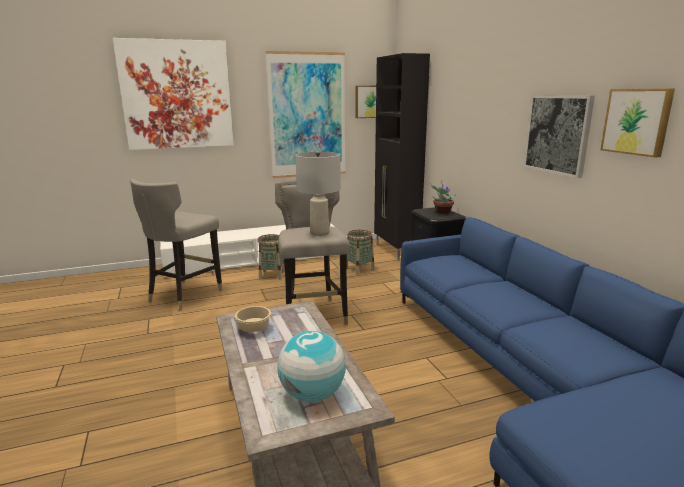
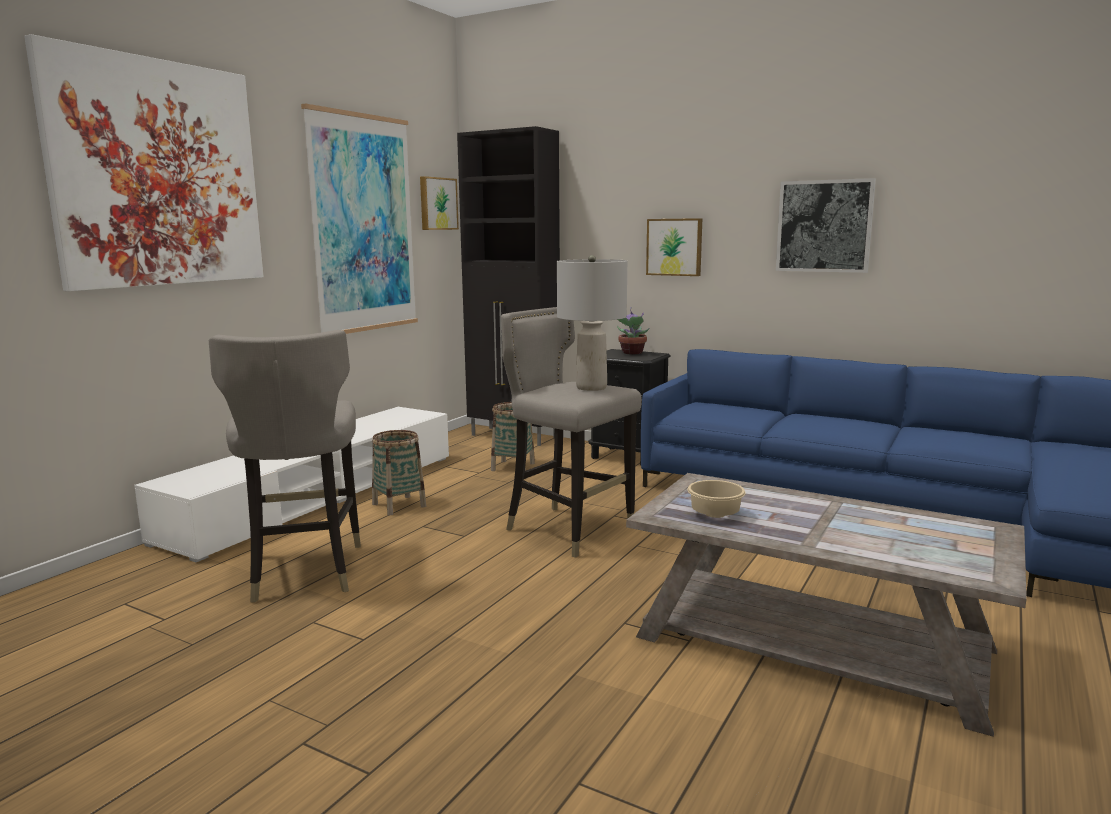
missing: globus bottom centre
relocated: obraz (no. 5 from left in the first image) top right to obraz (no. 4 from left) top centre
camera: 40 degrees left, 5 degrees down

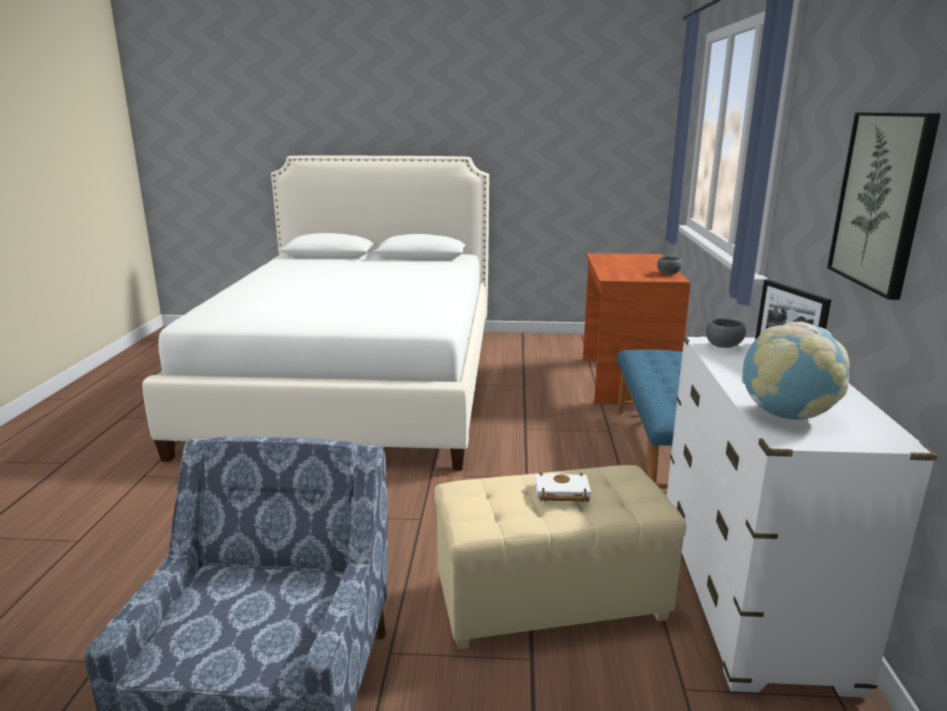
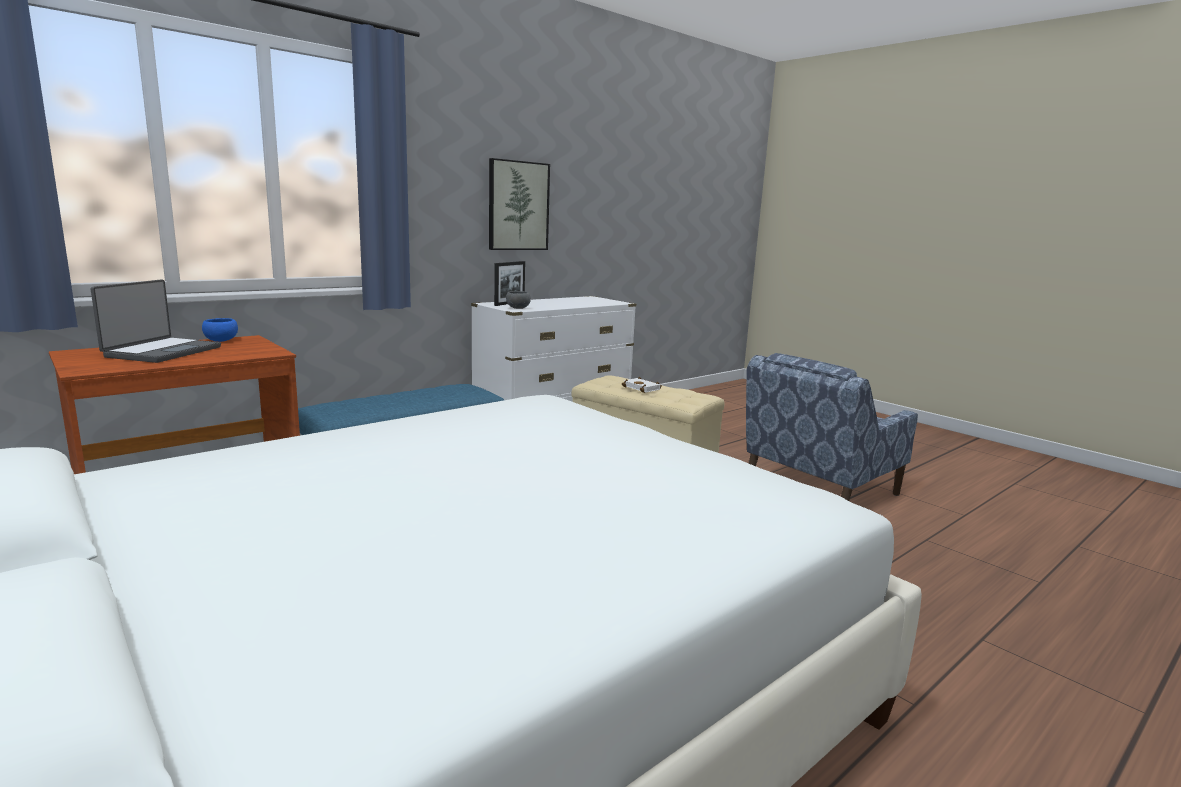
missing: globus middle right
appeared: laptop middle left
colour: miska/szary (no. 1 from left) middle right to miska/niebieski middle left
camera: 135 degrees left, 5 degrees down

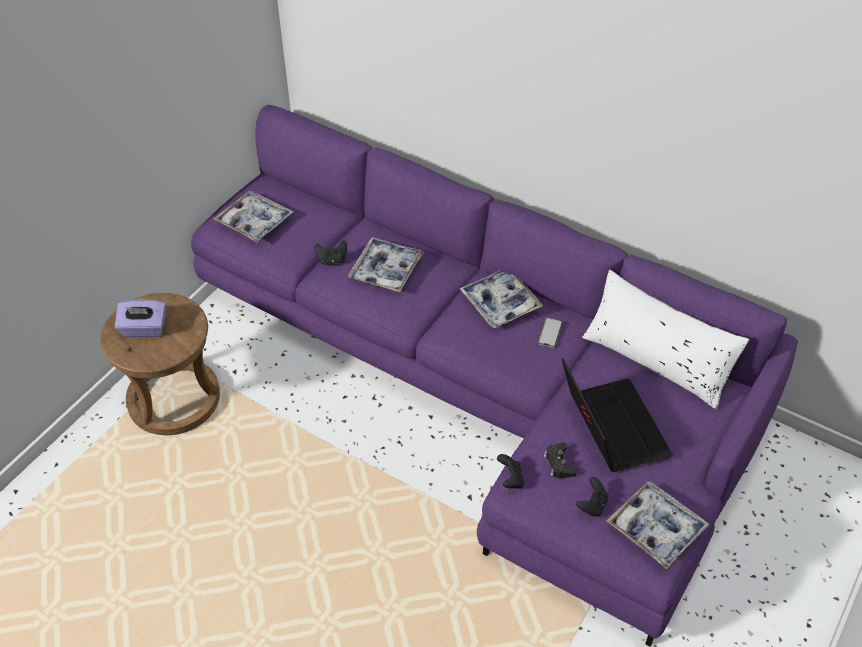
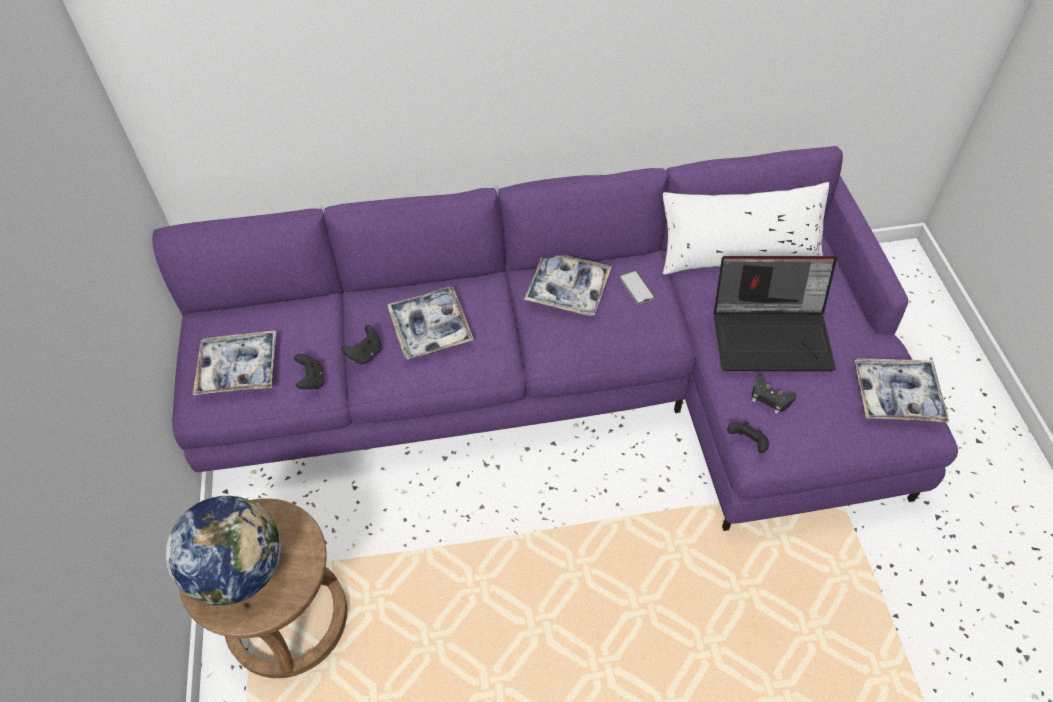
relocated: pad do gier/czarny (no. 4 from left in the first image) bottom right to pad do gier/czarny (no. 1 from left) middle left
exchanged: pudełko chusteczek/fioletowy middle left to globus bottom left
spun: laptop middle right = middle right 150 degrees clockwise
camera: 40 degrees left, 5 degrees up

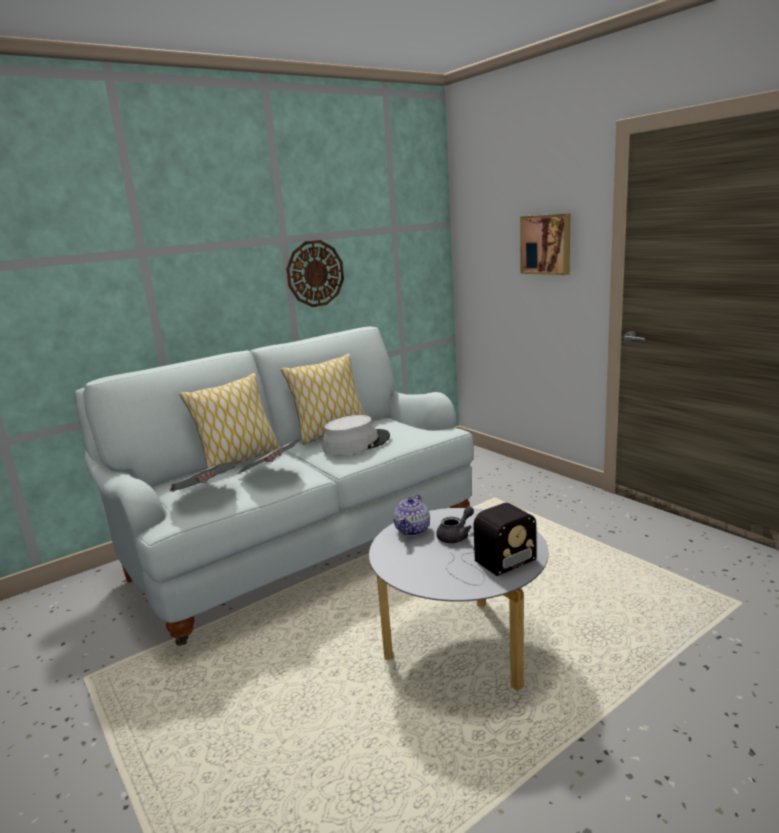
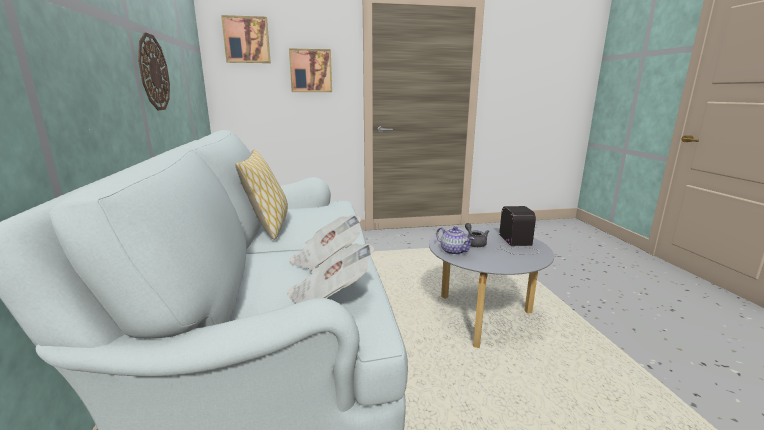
missing: poduszka (no. 1 from left) middle left; kapelusz/szary centre
appeared: obraz (no. 1 from left) top left
camera: 65 degrees left, 0 degrees up

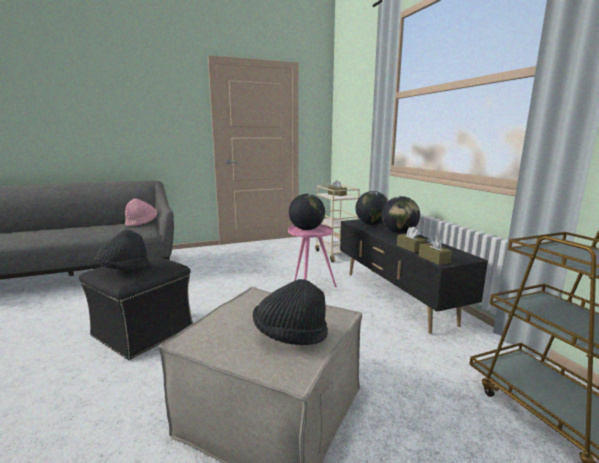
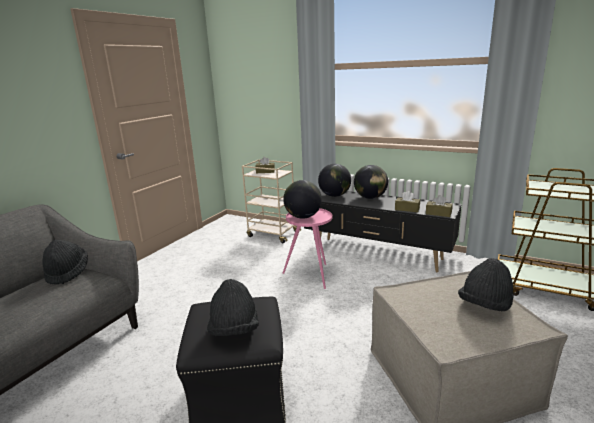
colour: kapelusz/różowy middle left to kapelusz/czarny (no. 1 from left) middle left
camera: 40 degrees left, 5 degrees up

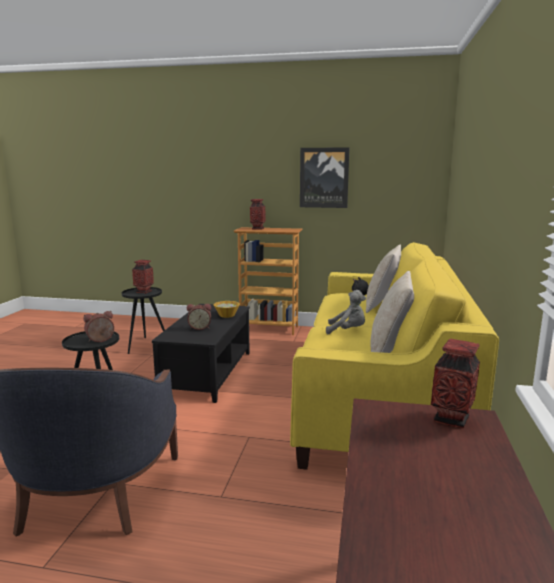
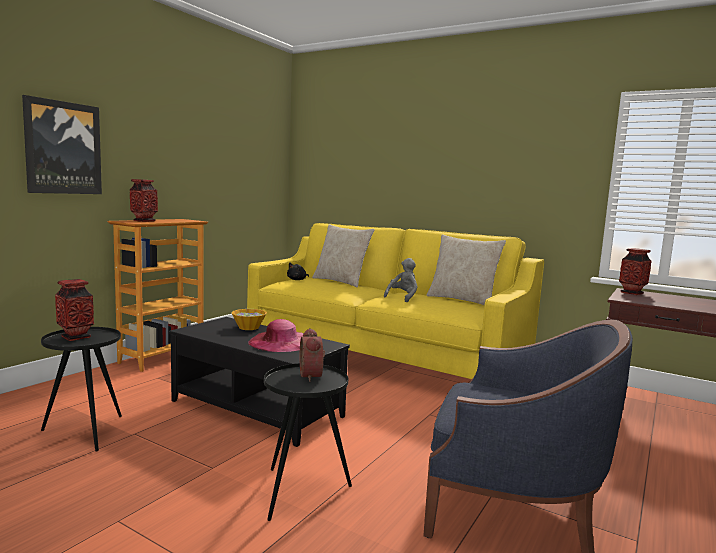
relocated: obraz top centre to top left
exchanged: budzik (no. 2 from left) centre to kapelusz/różowy centre
camera: 70 degrees left, 5 degrees down

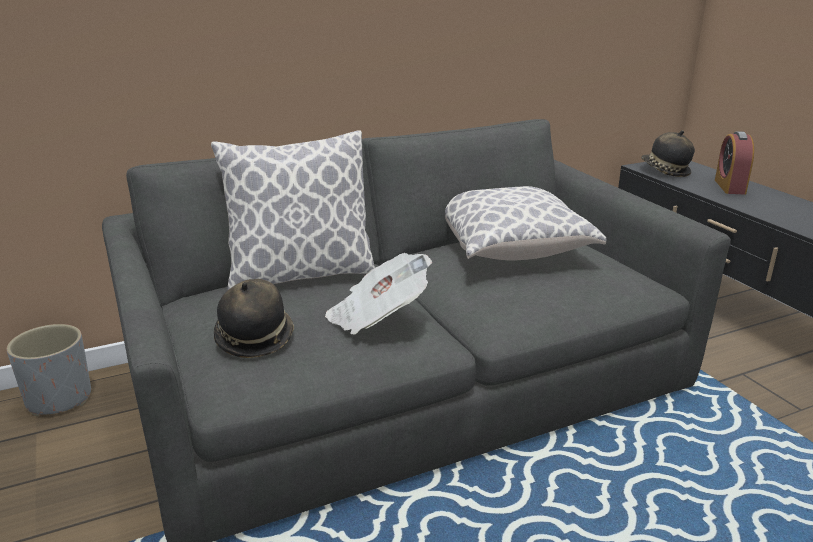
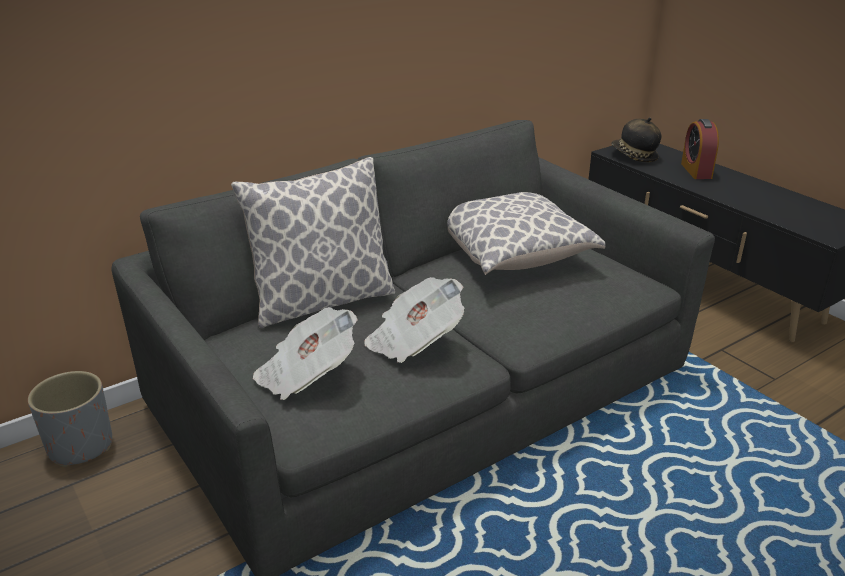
exchanged: kapelusz (no. 1 from left) middle left to gazeta (no. 1 from left) centre
camera: 10 degrees left, 5 degrees up

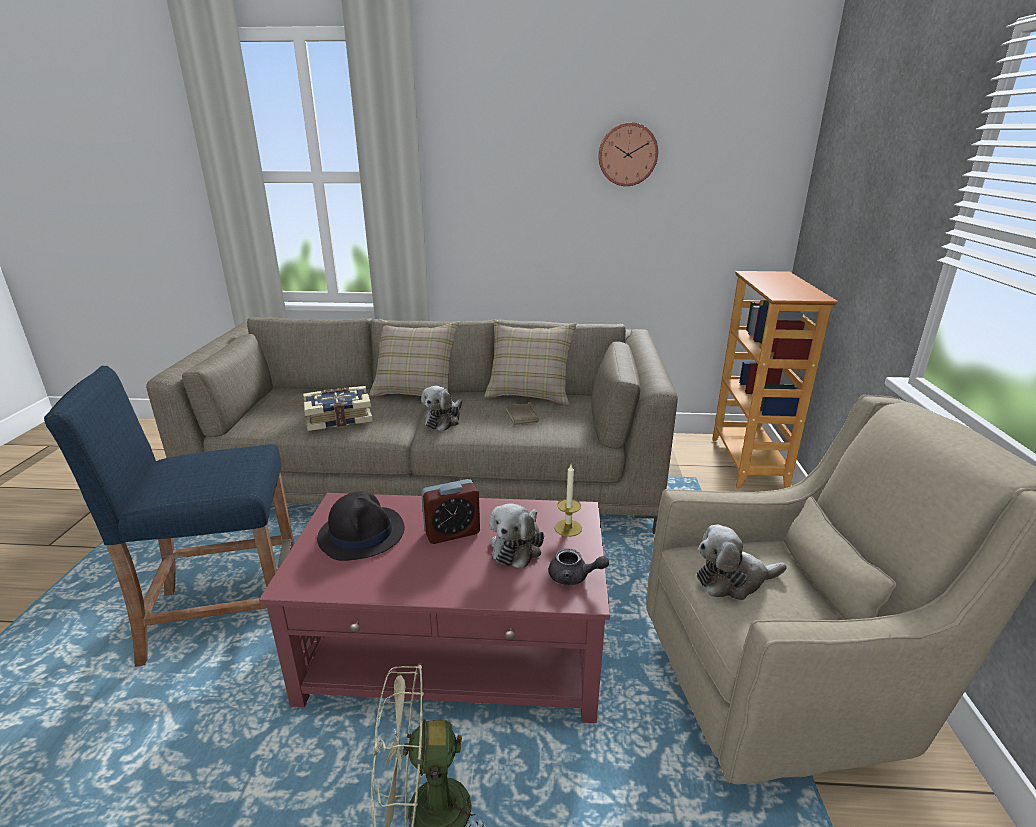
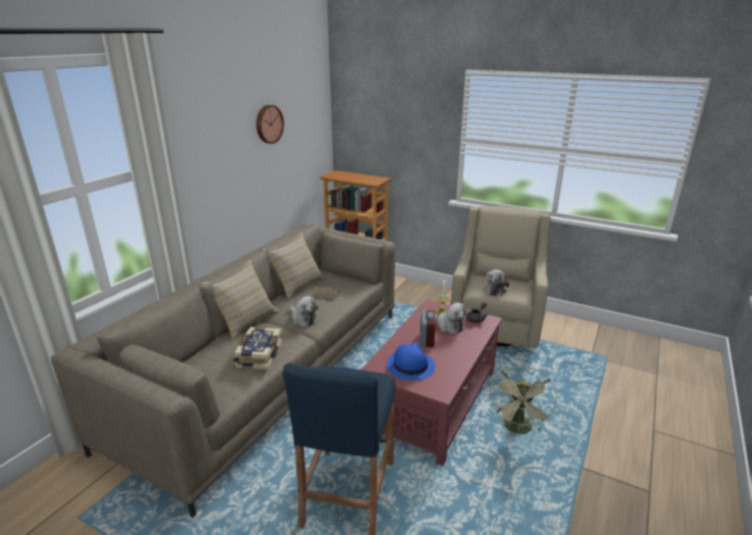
colour: kapelusz/czarny centre to kapelusz/niebieski bottom centre
camera: 65 degrees left, 0 degrees up

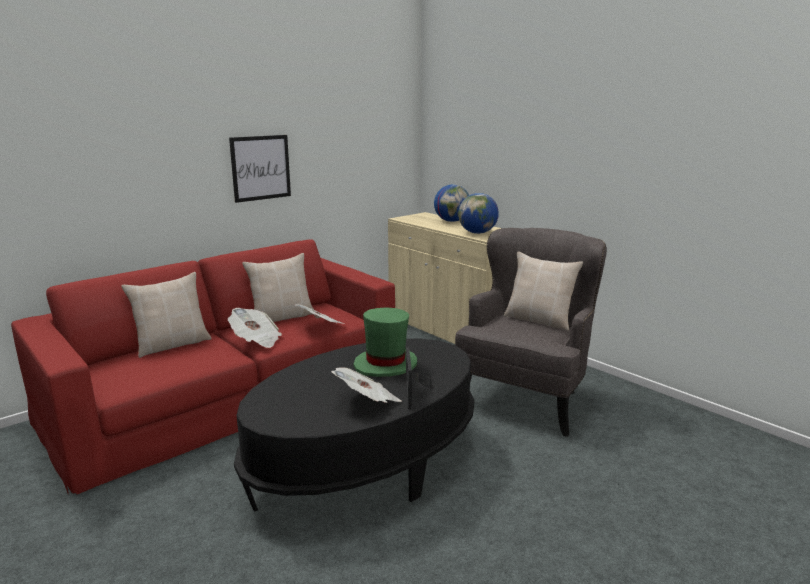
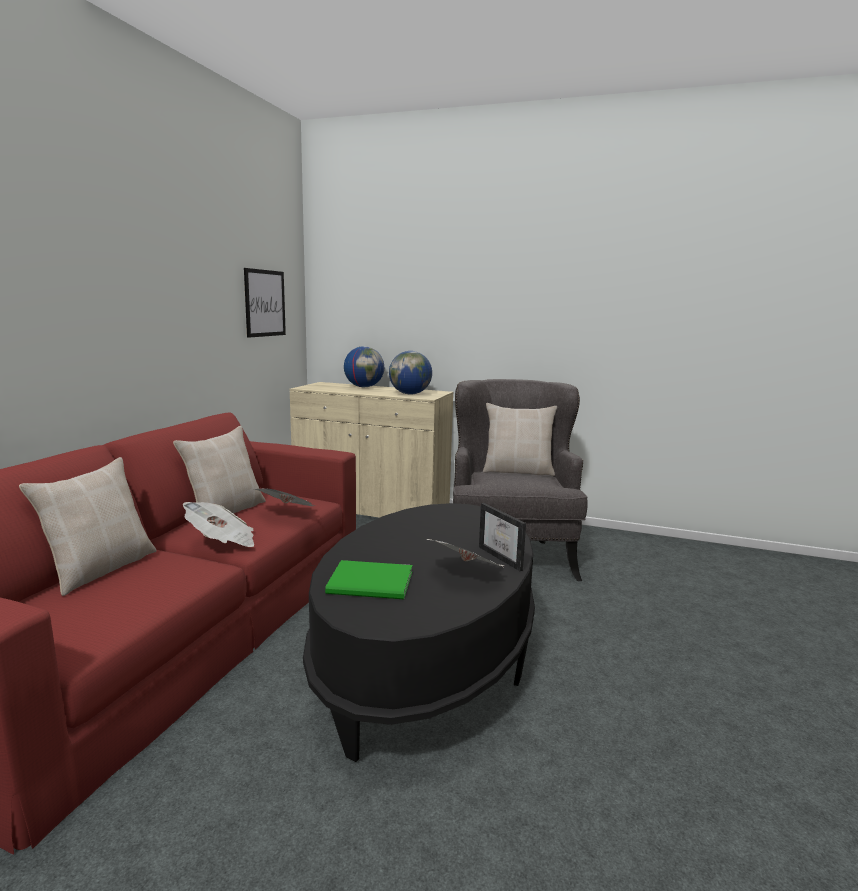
missing: kapelusz/zielony centre
appeared: książka/zielony centre
relocated: obraz top left to middle left
camera: 30 degrees left, 5 degrees down

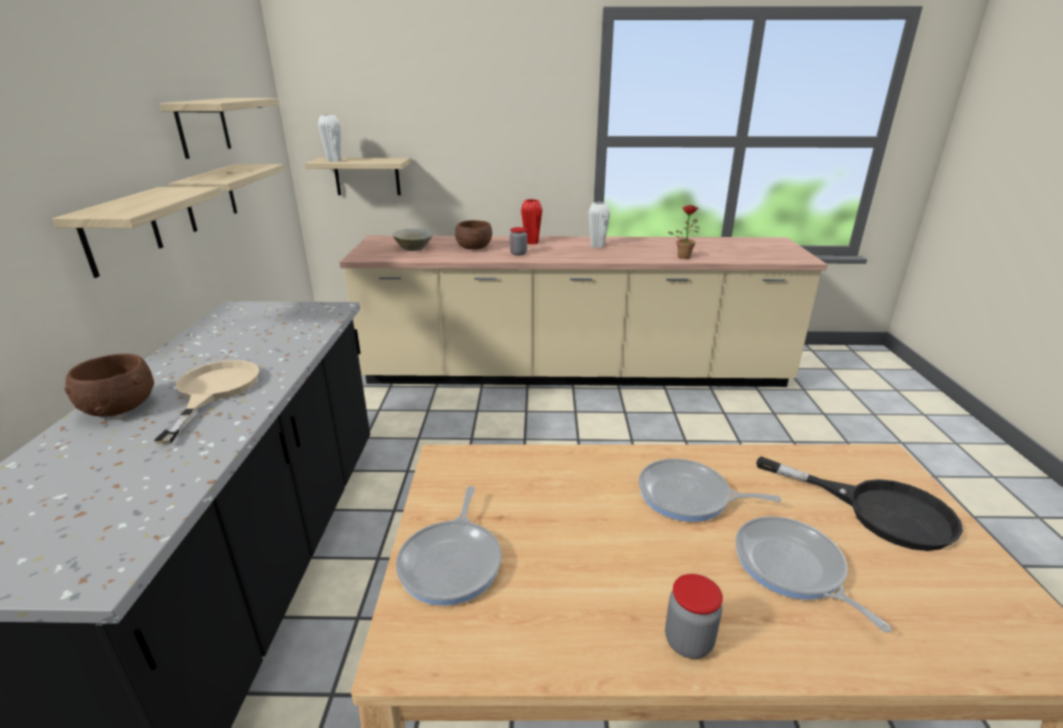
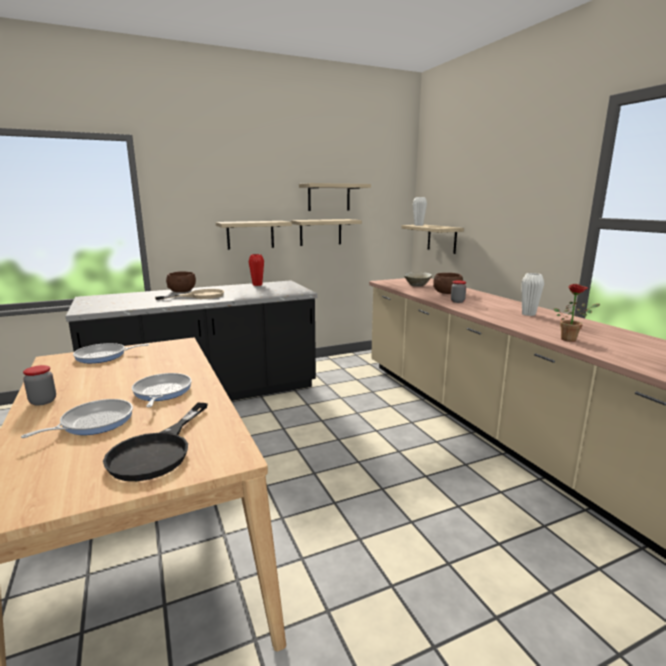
relocated: wazon/czerwony top centre to centre
camera: 65 degrees right, 10 degrees down

